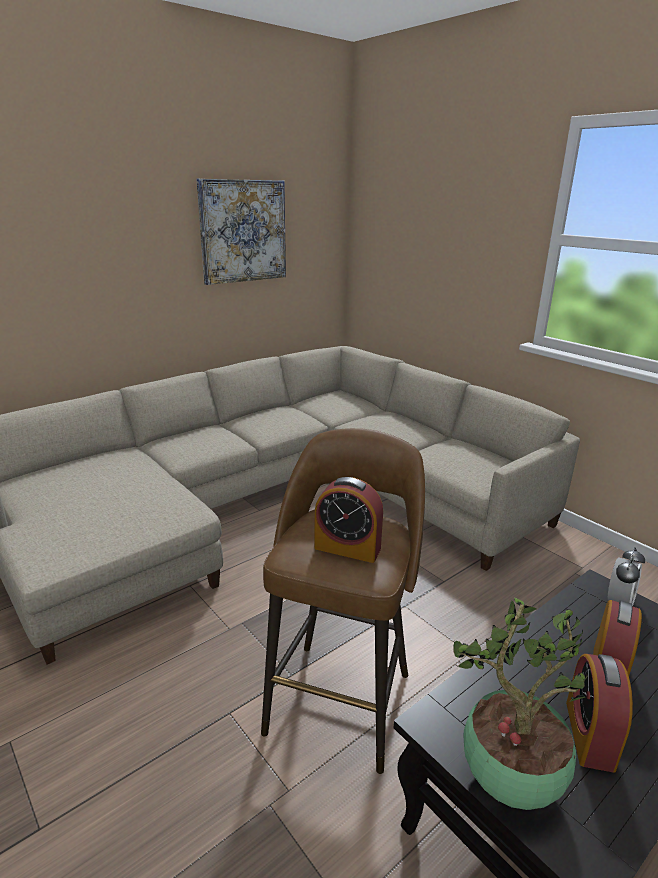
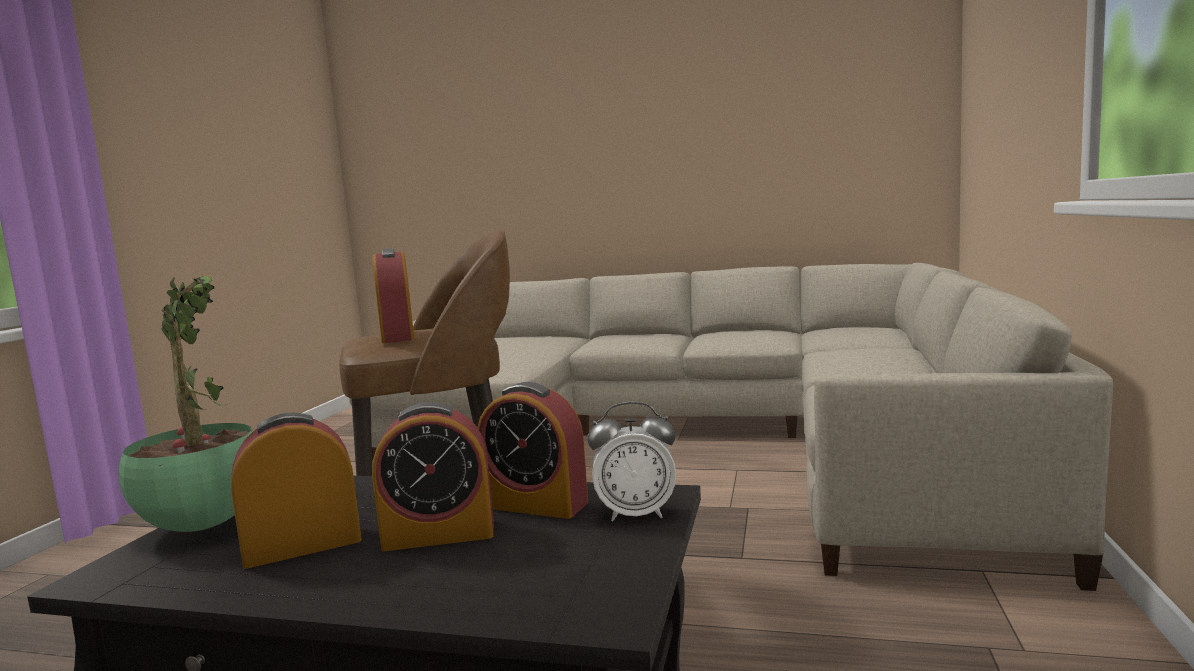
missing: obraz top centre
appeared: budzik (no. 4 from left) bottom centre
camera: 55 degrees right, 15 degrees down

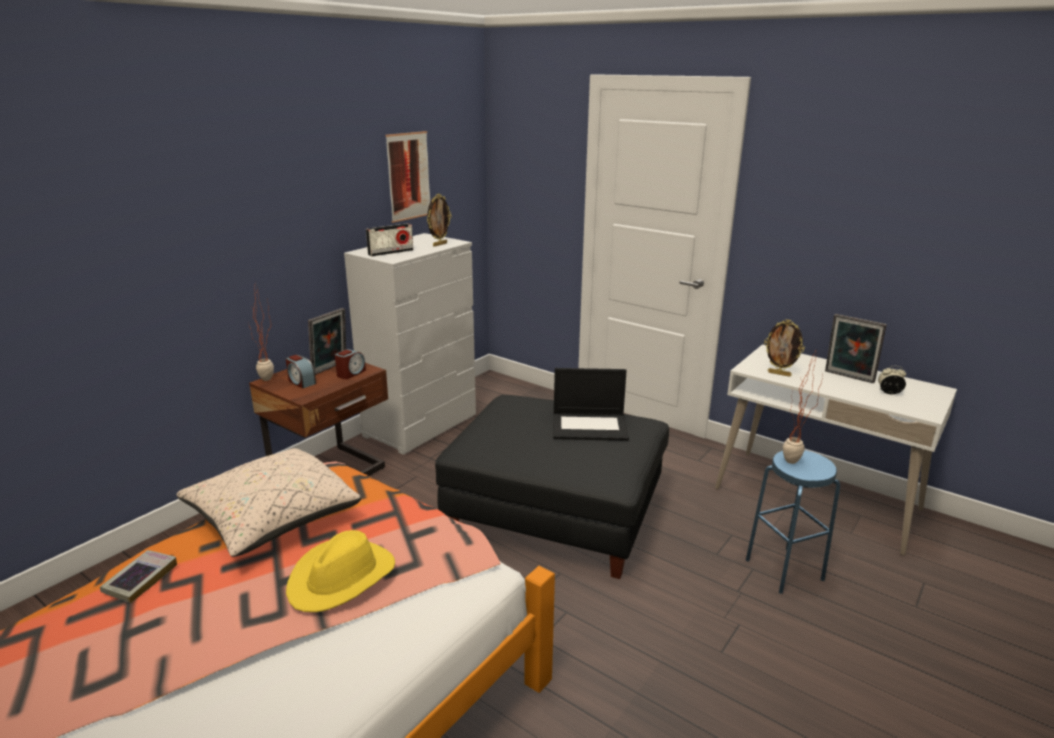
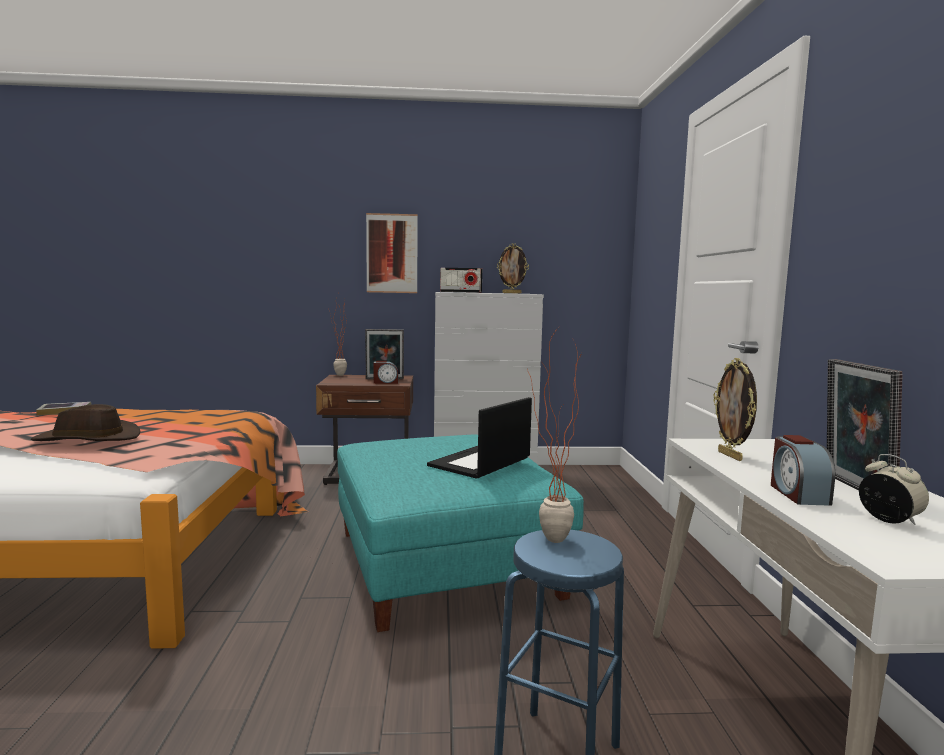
missing: poduszka/beżowy bottom left
relocated: obraz top centre to centre; budzik (no. 1 from left in the first image) middle left to budzik (no. 2 from left) middle right
colour: pufa/czarny centre to pufa/turkusowy bottom centre; kapelusz/żółty bottom left to kapelusz/brązowy middle left
spun: laptop centre = centre 75 degrees clockwise
camera: 50 degrees right, 15 degrees down

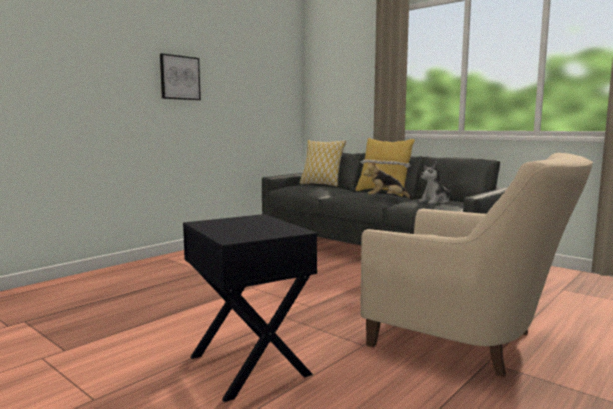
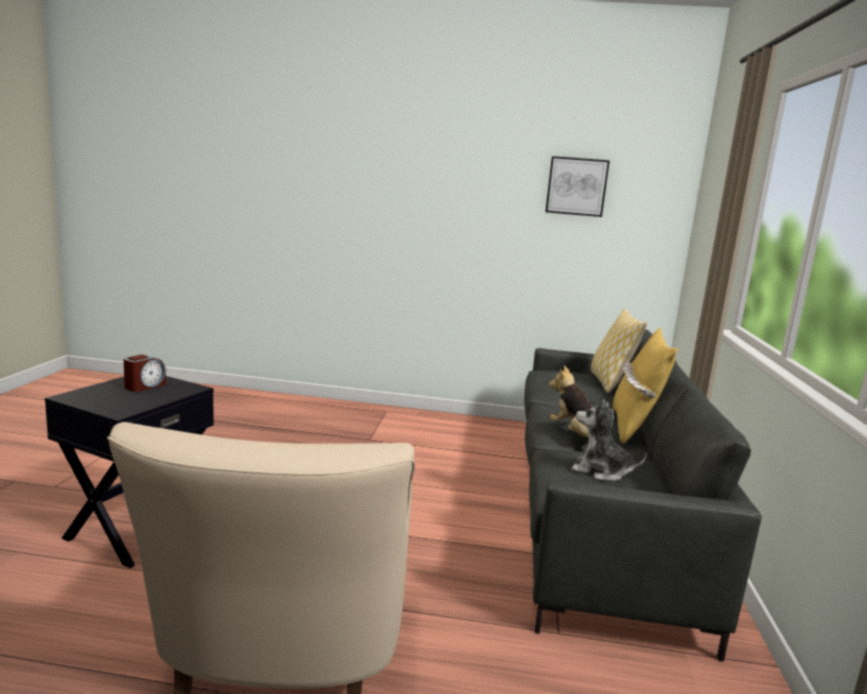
appeared: budzik middle left
relocated: obraz top left to top centre
camera: 55 degrees right, 5 degrees up

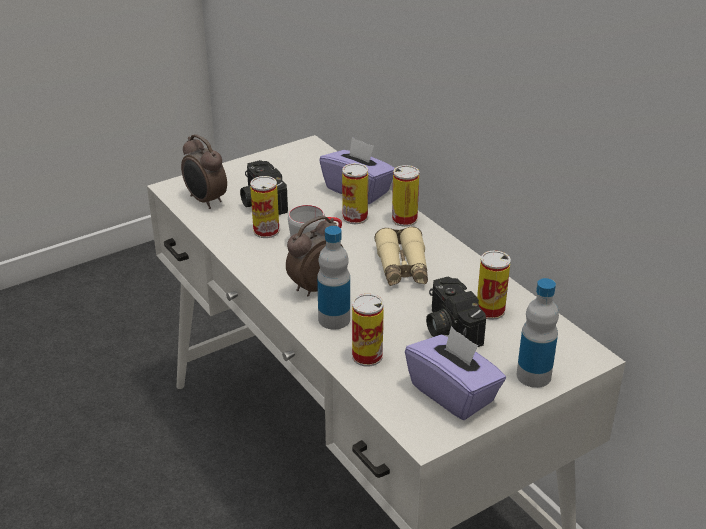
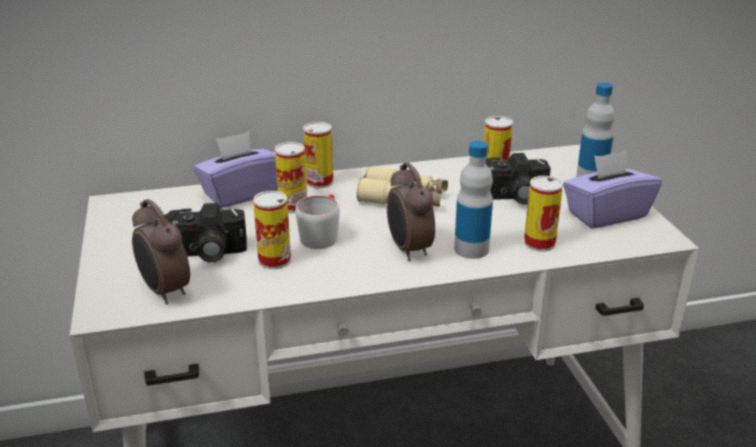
spun: budzik (no. 1 from left) top left = middle left 75 degrees clockwise
camera: 70 degrees left, 5 degrees down

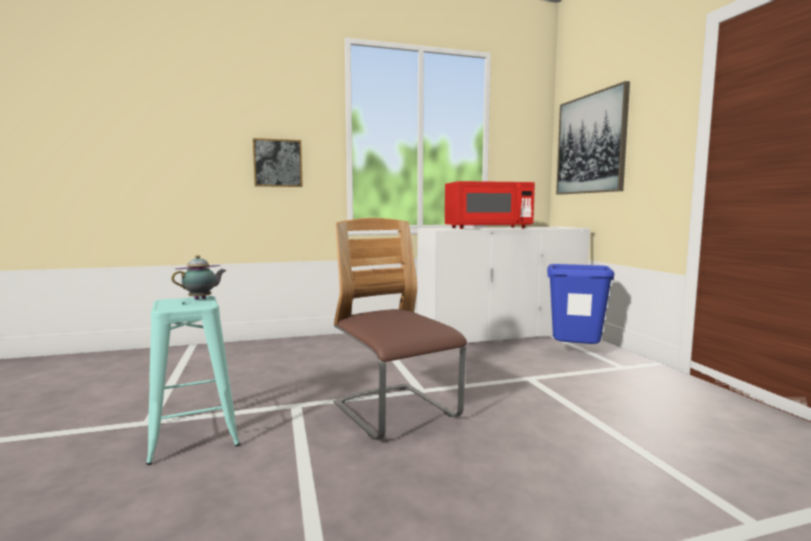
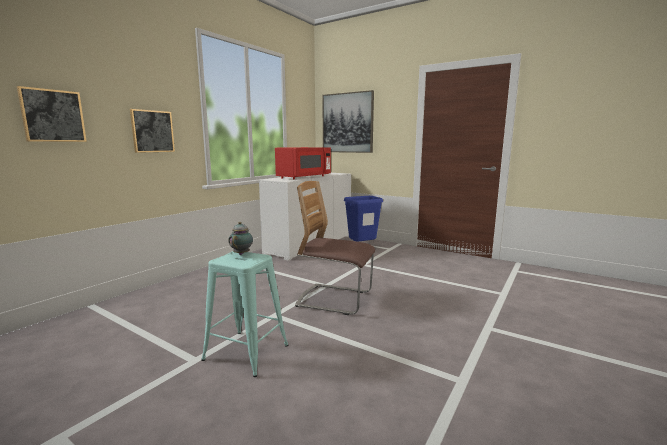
appeared: obraz (no. 1 from left) top left
camera: 40 degrees left, 5 degrees up

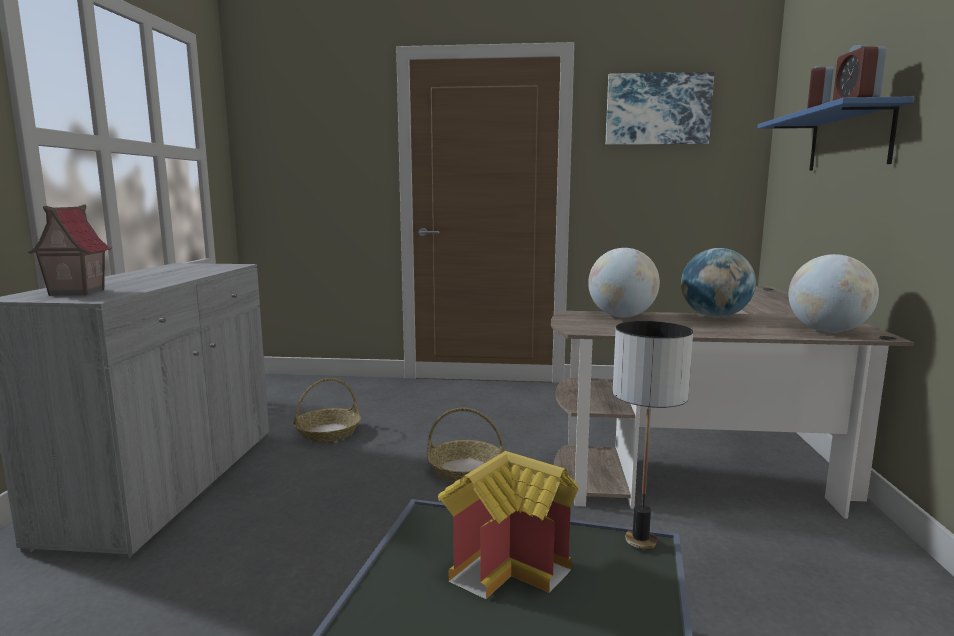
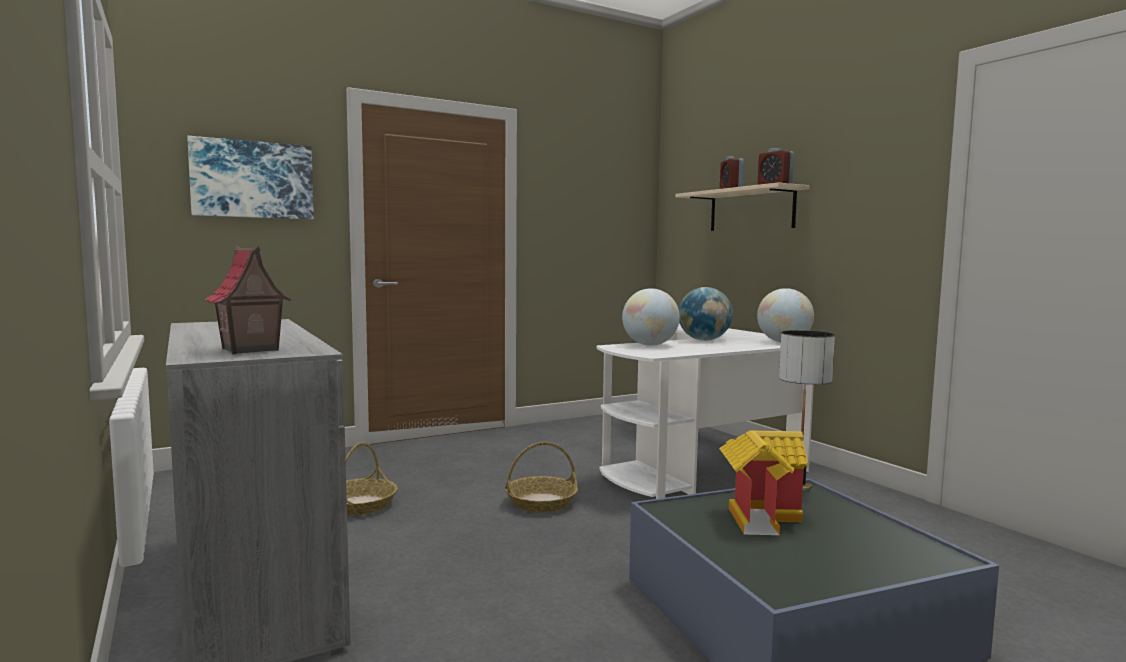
relocated: obraz top right to top left
colour: półka/niebieski top right to półka/beżowy top centre; biurko/brązowy middle right to biurko/biały centre
camera: 35 degrees left, 5 degrees down

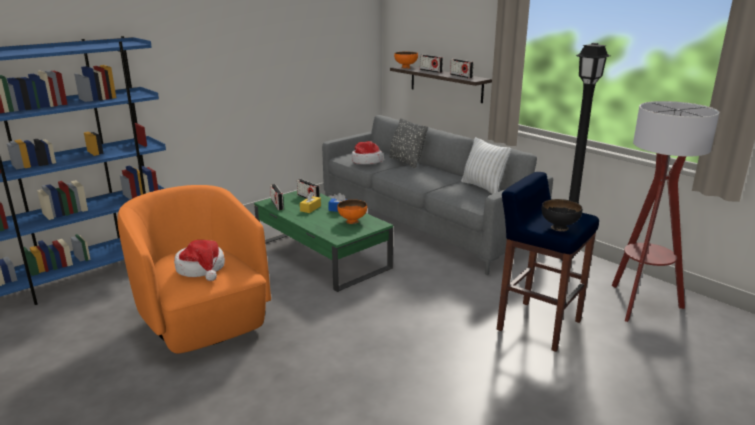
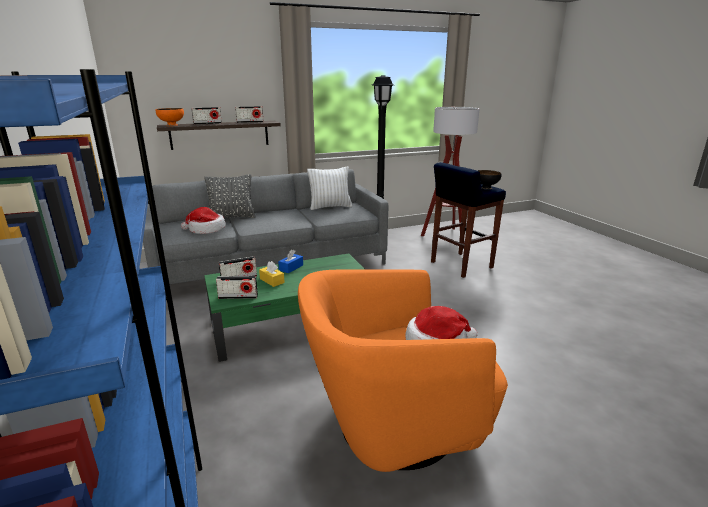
missing: miska/pomarańczowy (no. 1 from left) centre
camera: 70 degrees left, 0 degrees up

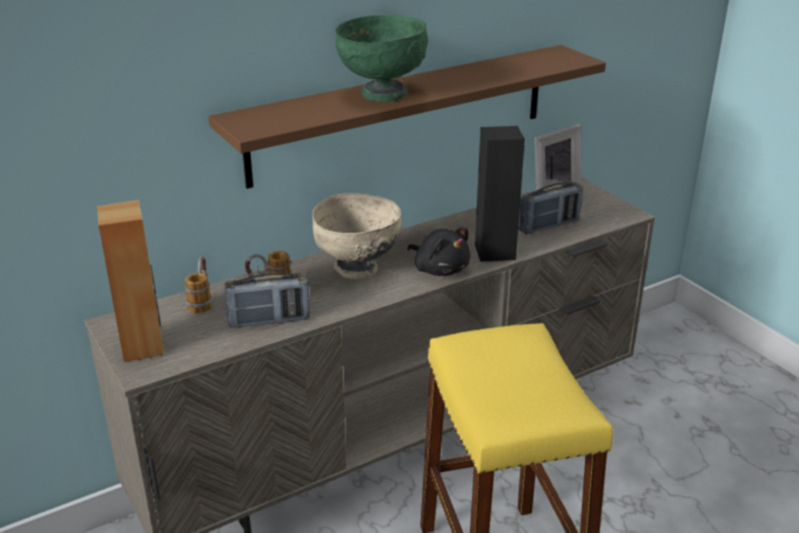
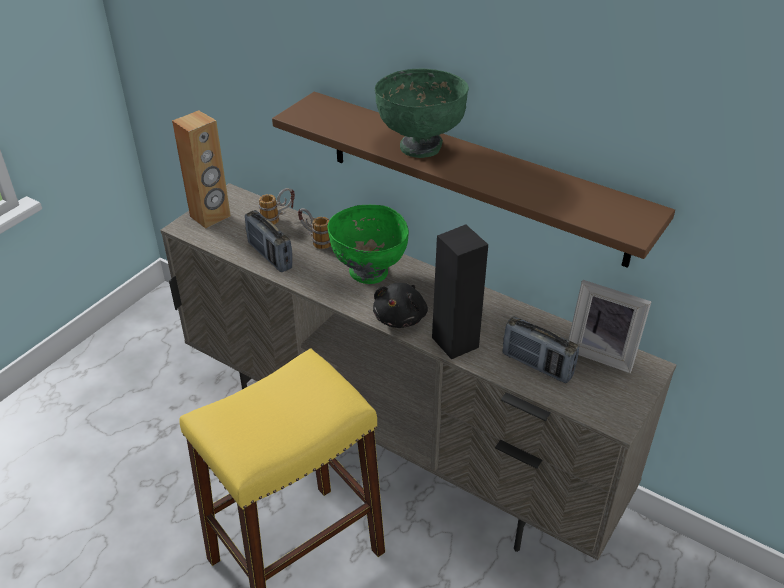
colour: miska/beżowy centre to miska/zielony (no. 1 from left) centre
camera: 65 degrees right, 10 degrees up

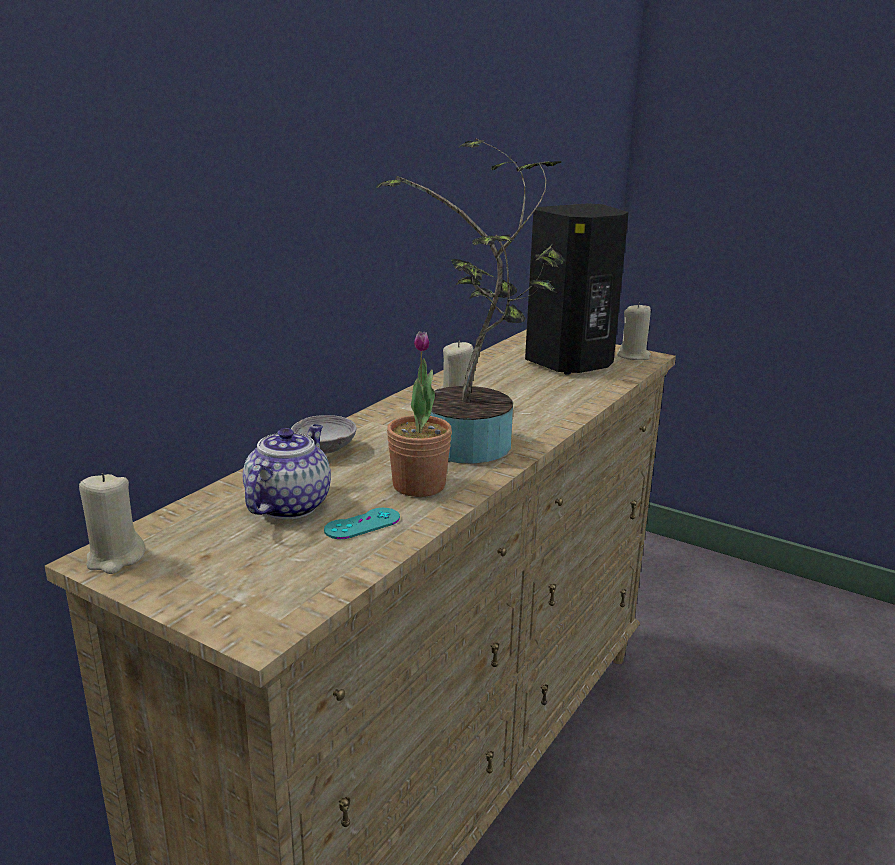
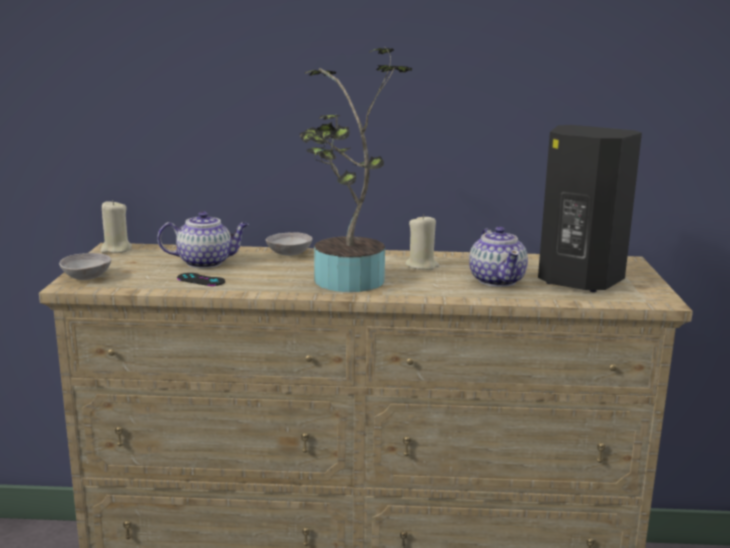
missing: świeca/beżowy (no. 3 from left) middle right; roślina doniczkowa (no. 1 from left) centre
appeared: imbryk (no. 2 from left) middle right; miska/szary (no. 1 from left) middle left
colour: pad do gier/turkusowy centre to pad do gier/czarny middle left
camera: 60 degrees right, 5 degrees down

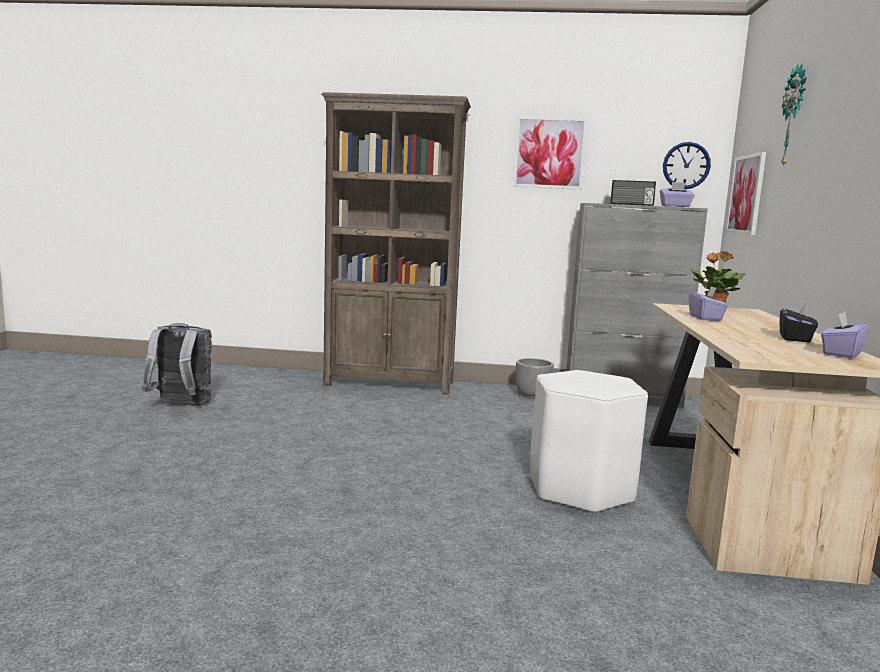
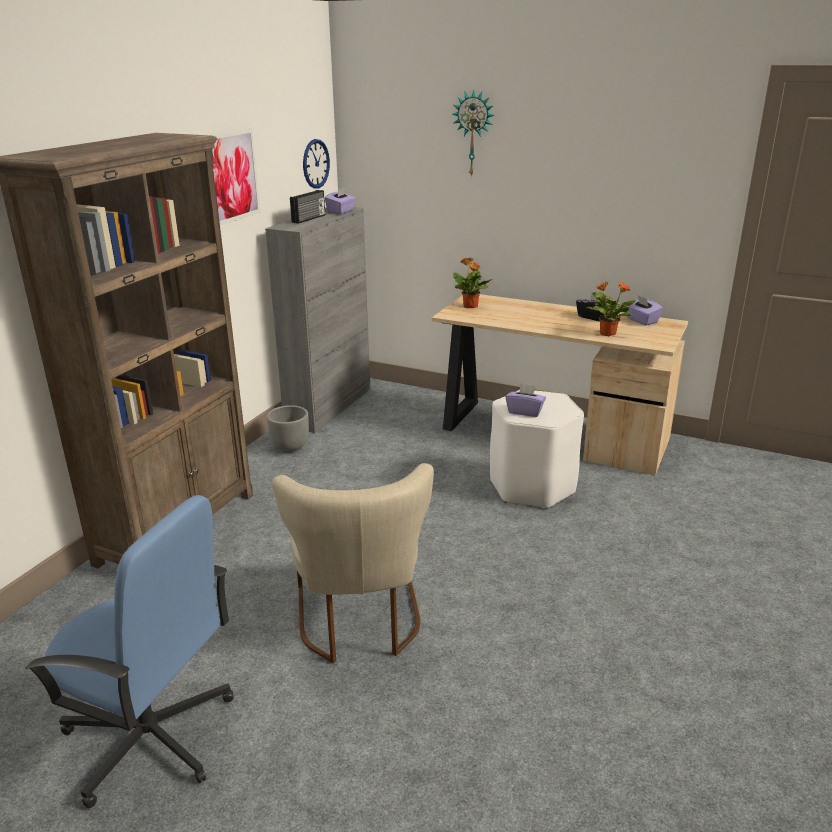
missing: obraz (no. 2 from left) top right
appeared: roślina doniczkowa (no. 2 from left) middle right; krzesło/beżowy bottom centre
relocated: pudełko chusteczek/fioletowy (no. 2 from left) middle right to centre
exchanged: plecak/szary middle left to krzesło biurowe/niebieski bottom left
camera: 70 degrees left, 15 degrees up

